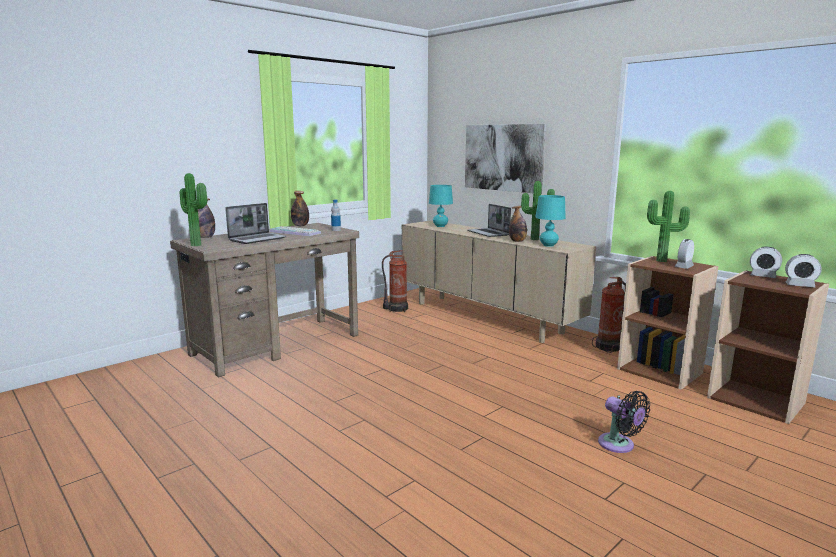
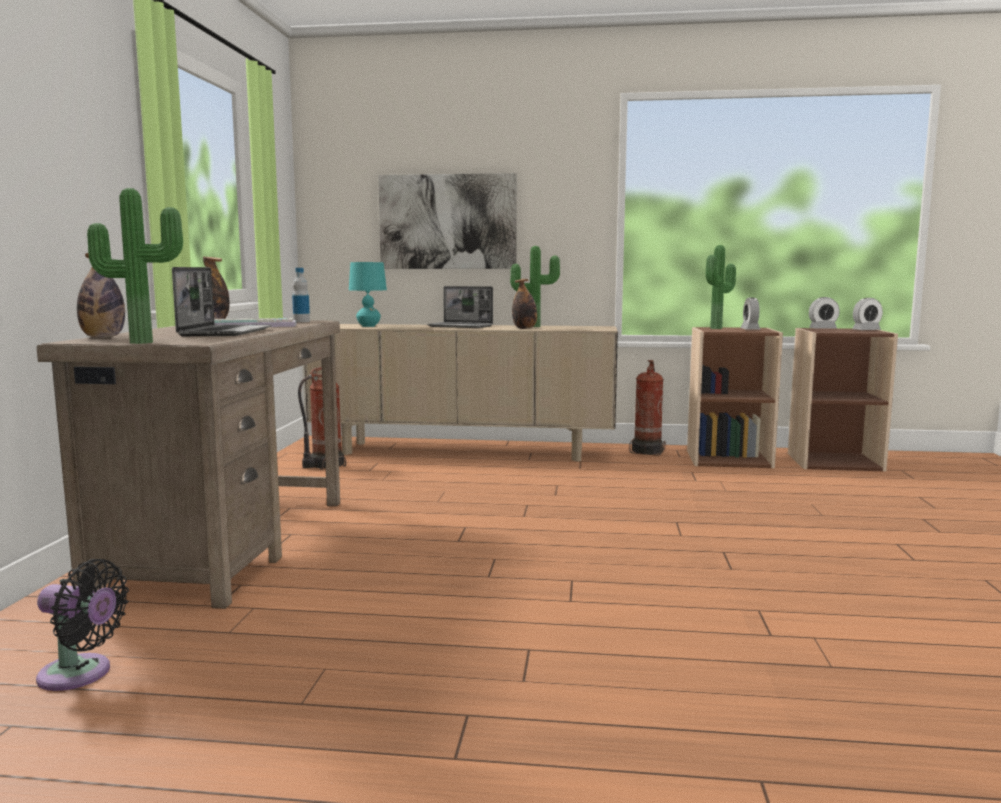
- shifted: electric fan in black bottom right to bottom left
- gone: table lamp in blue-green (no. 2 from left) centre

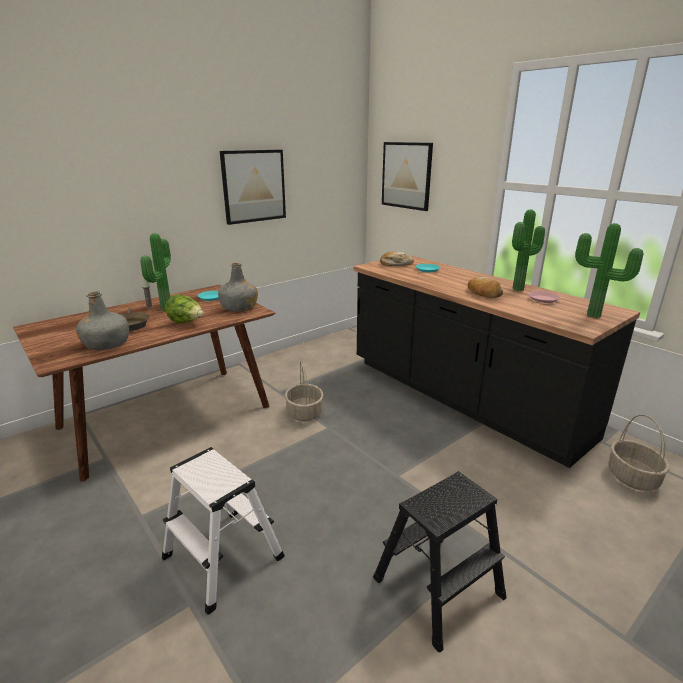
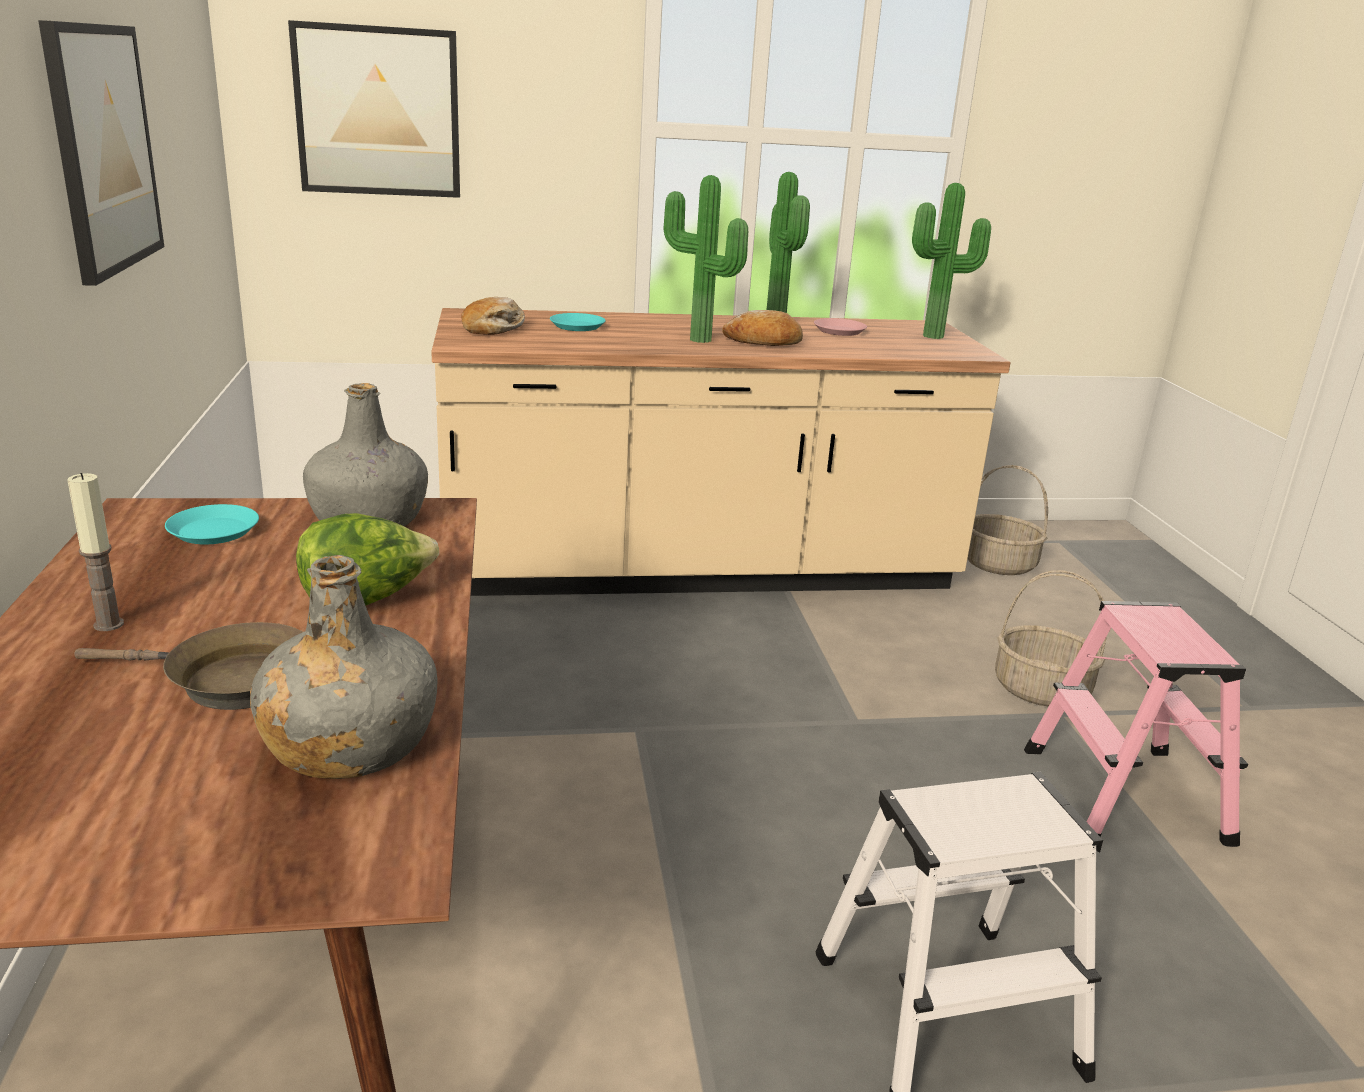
- repainted: kitchen base unit in black middle right to kitchen base unit in sand-coloured centre
- shifted: potted plant (no. 1 from left) middle left to top centre
- shifted: basket (no. 1 from left in the first image) centre to basket (no. 2 from left) middle right
- repainted: step ladder in black bottom centre to step ladder in pink-coloured middle right

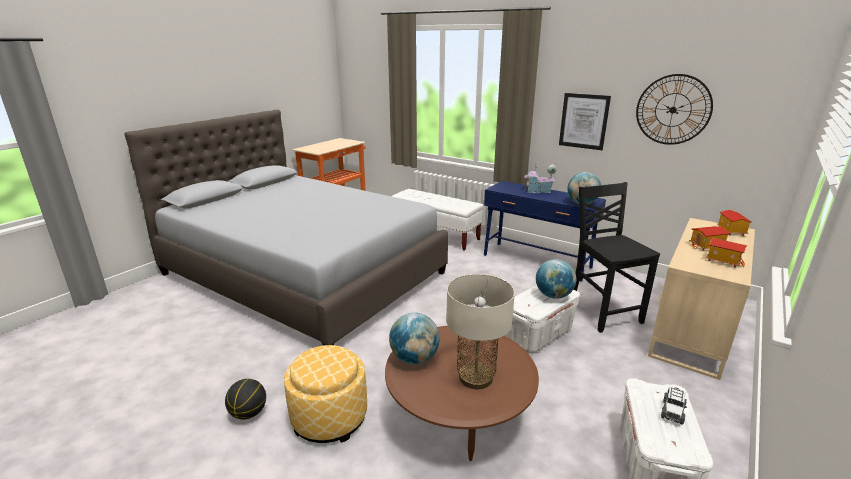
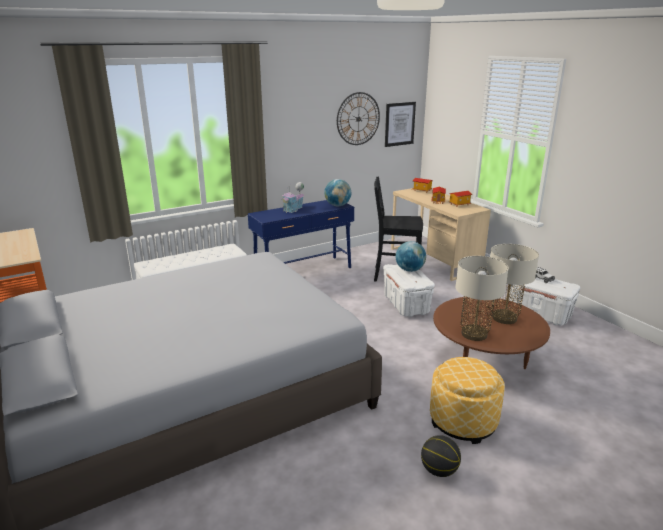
- shifted: wall picture top right to top centre
- swapped: world globe (no. 1 from left) bottom centre to table lamp (no. 1 from left) middle right

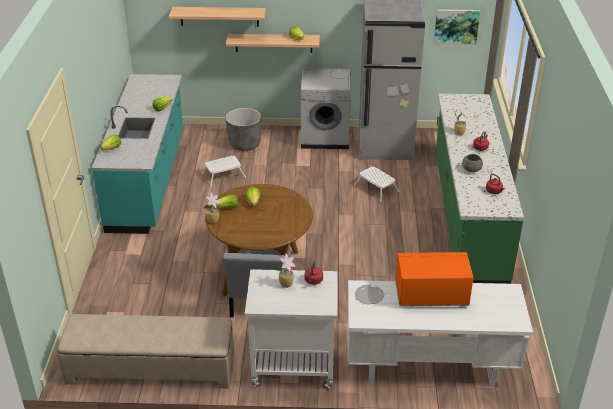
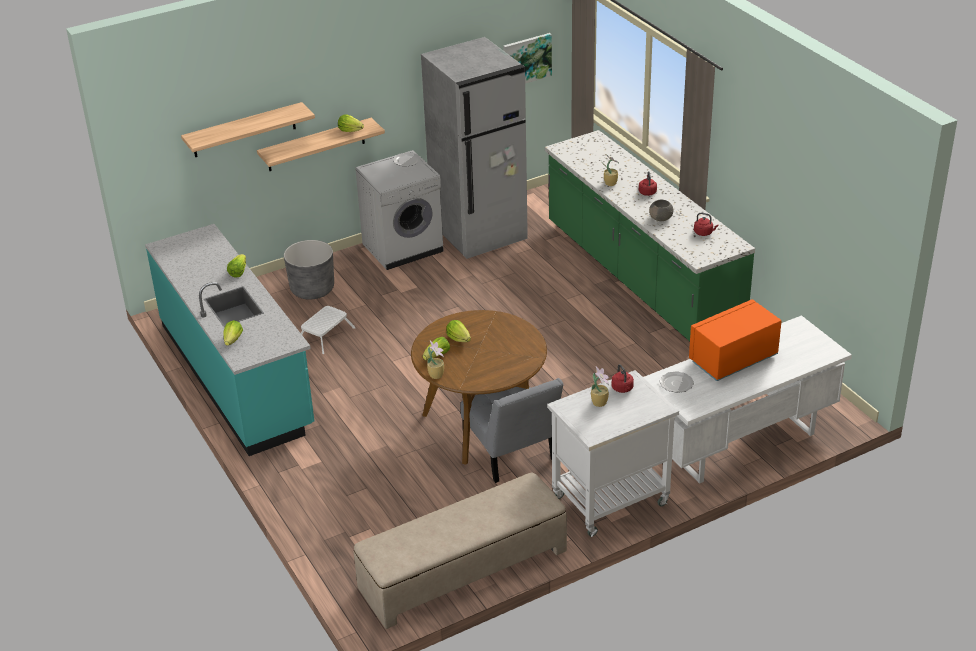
- gone: step ladder in white-coloured (no. 2 from left) centre

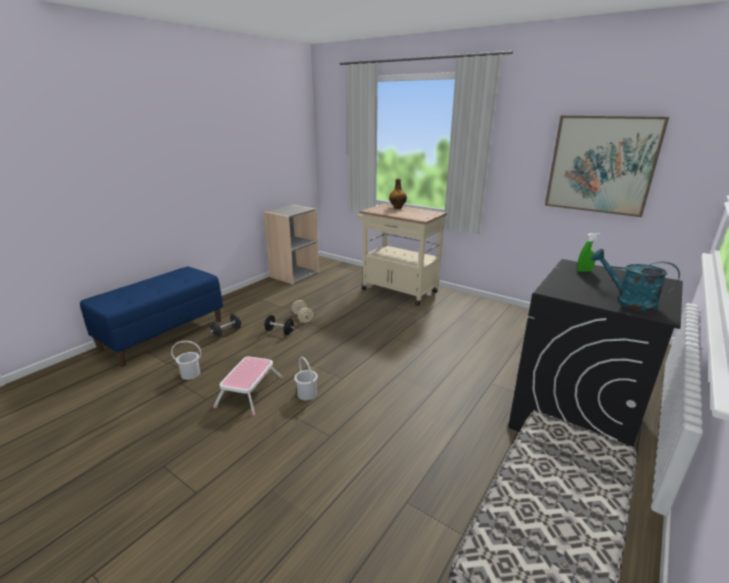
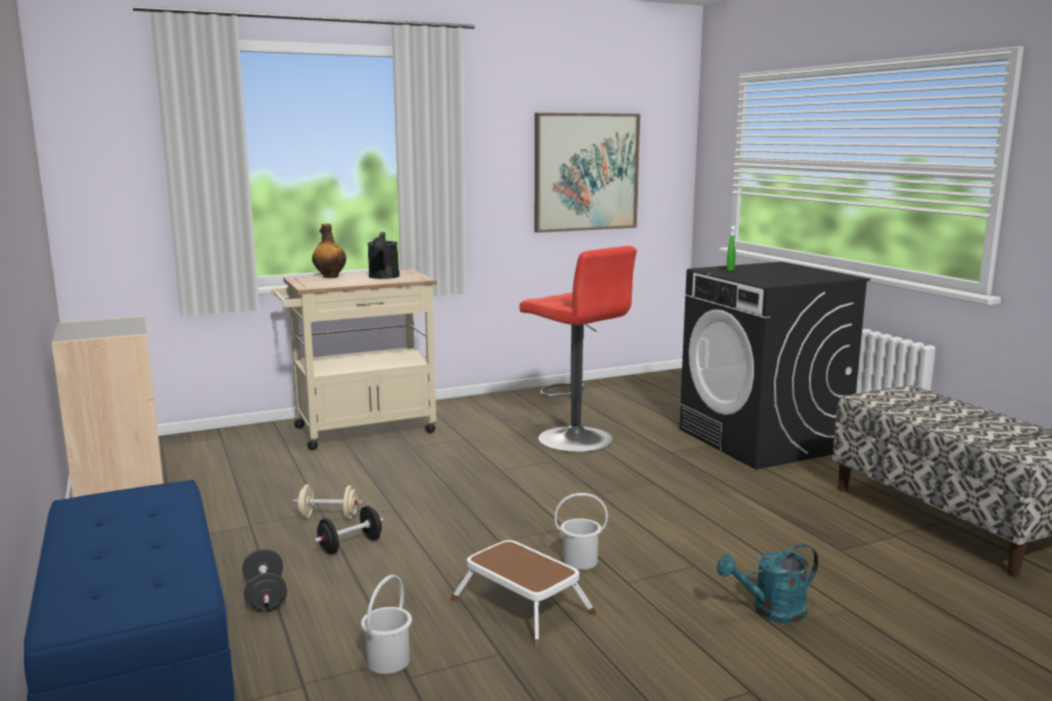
- new: watering can in black centre
- repainted: step ladder in pink-coloured centre to step ladder in brownish bottom centre
- new: sitting stool in red-coloured centre
- shifted: watering can in blue-green middle right to bottom right

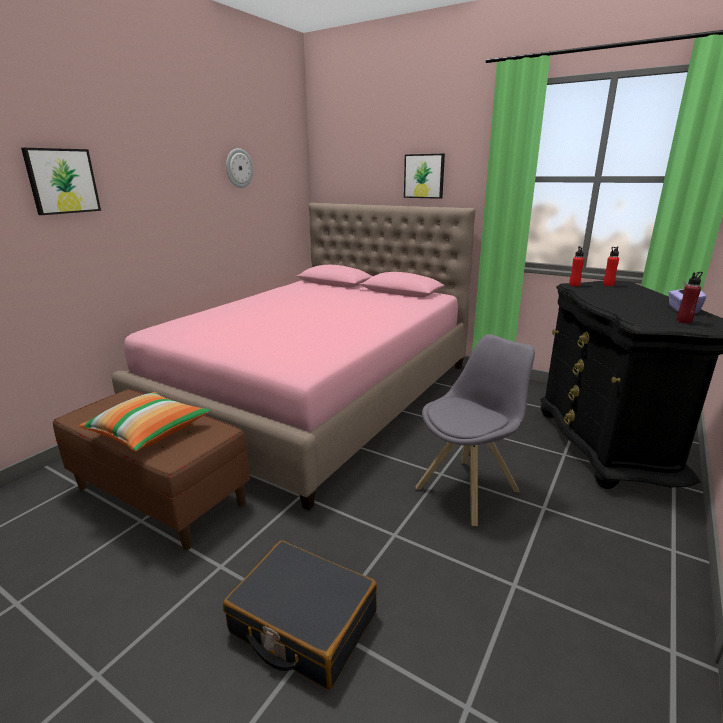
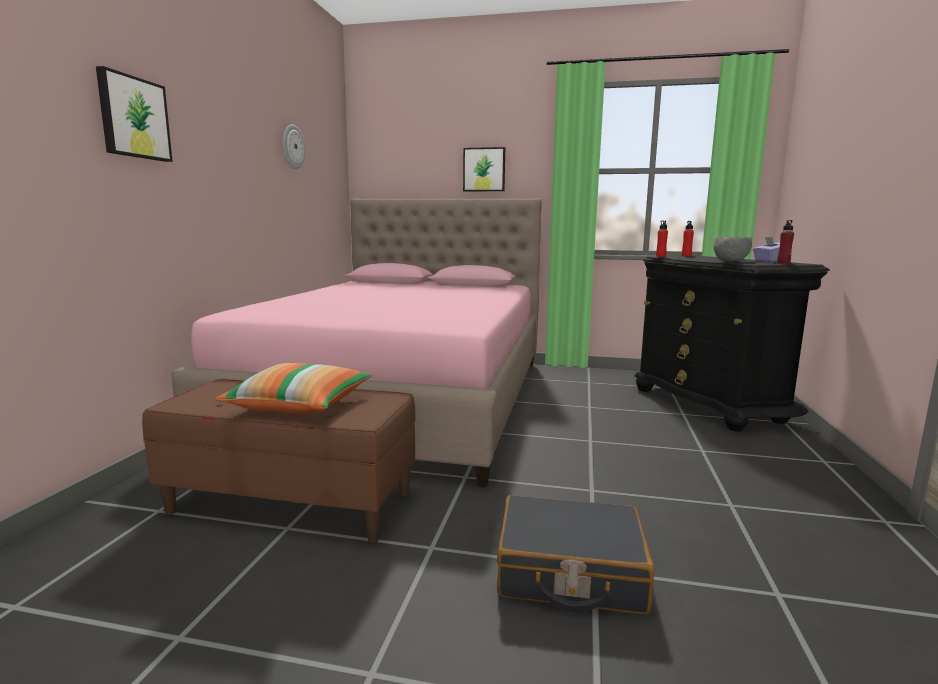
- new: deep dish in greyish middle right
- gone: upright chair in greyish centre

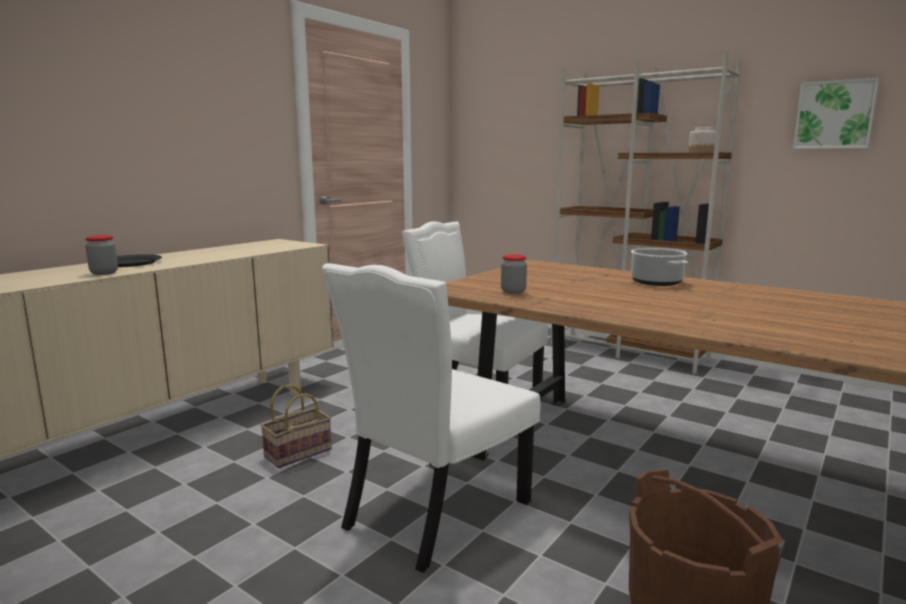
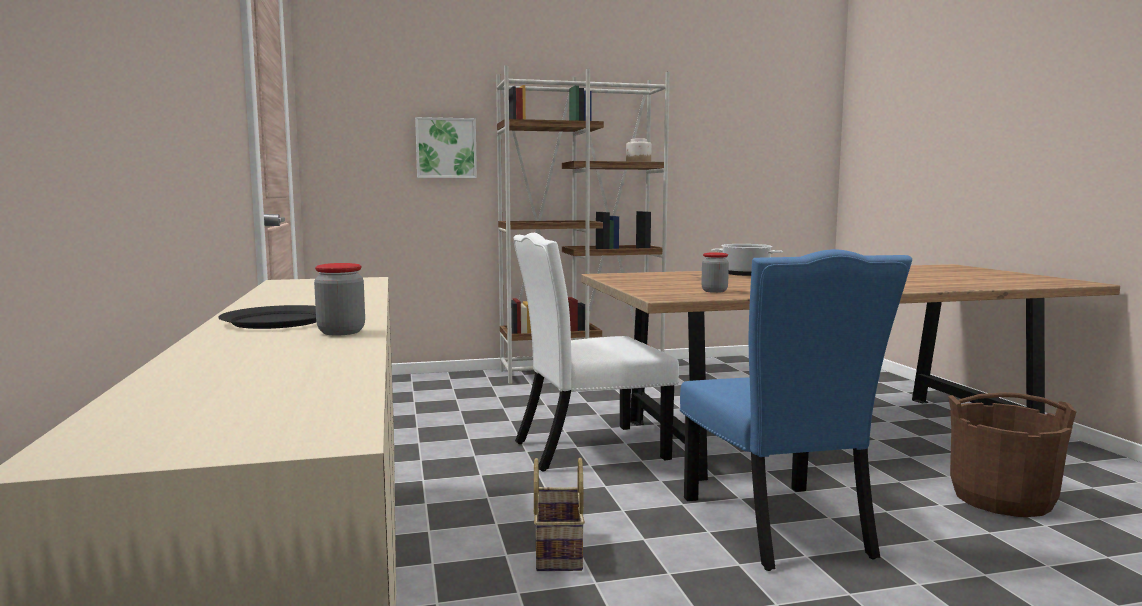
- shifted: wall picture top right to top centre
- repainted: upright chair in white-coloured (no. 1 from left) bottom centre to upright chair in bluish bottom right

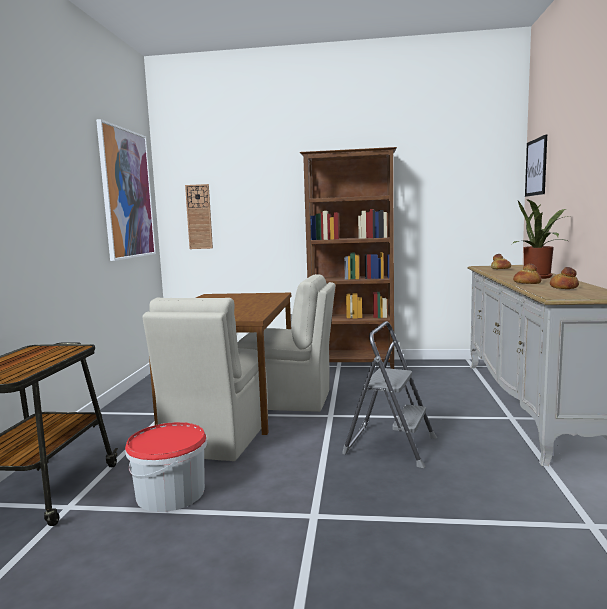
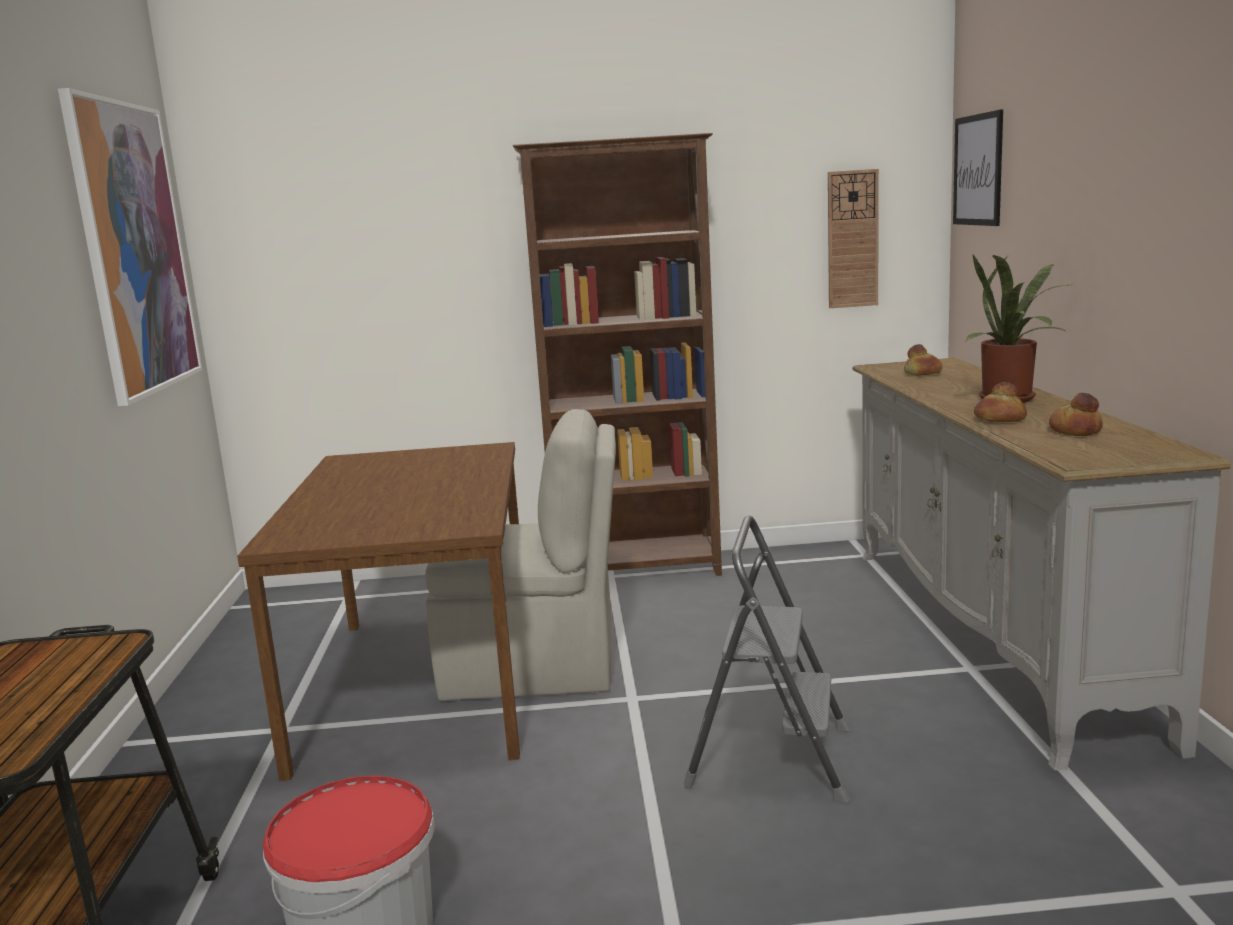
- shifted: clock on the wall middle left to top right
- gone: upright chair in sand-coloured (no. 1 from left) centre

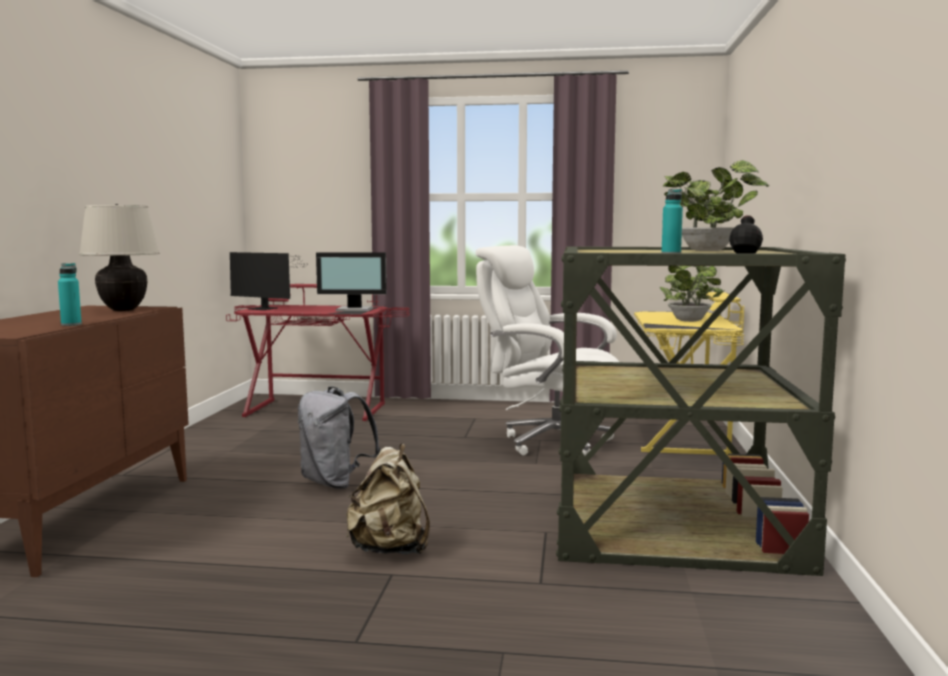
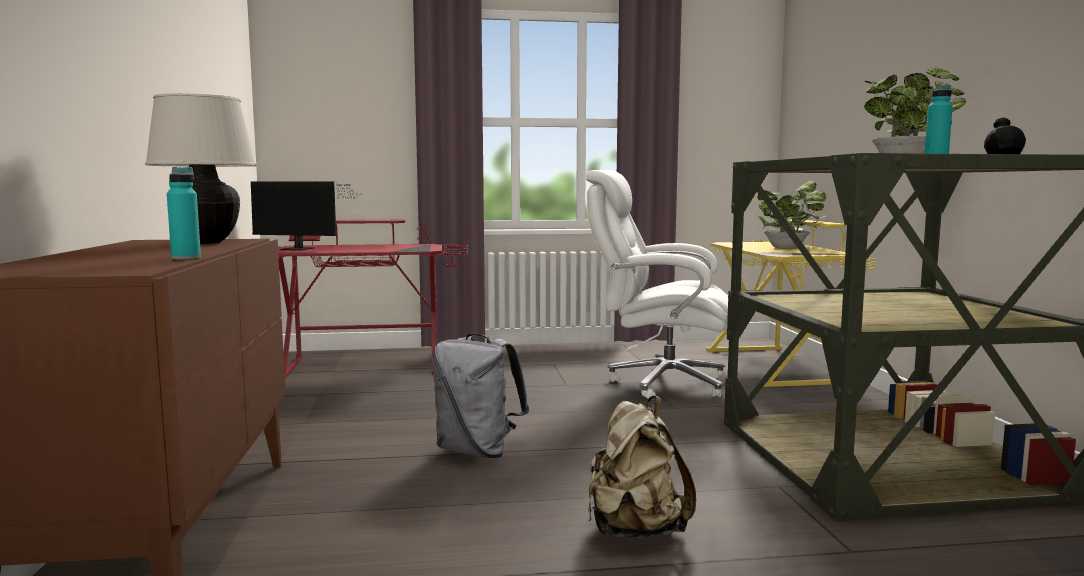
- gone: computer display (no. 2 from left) centre

